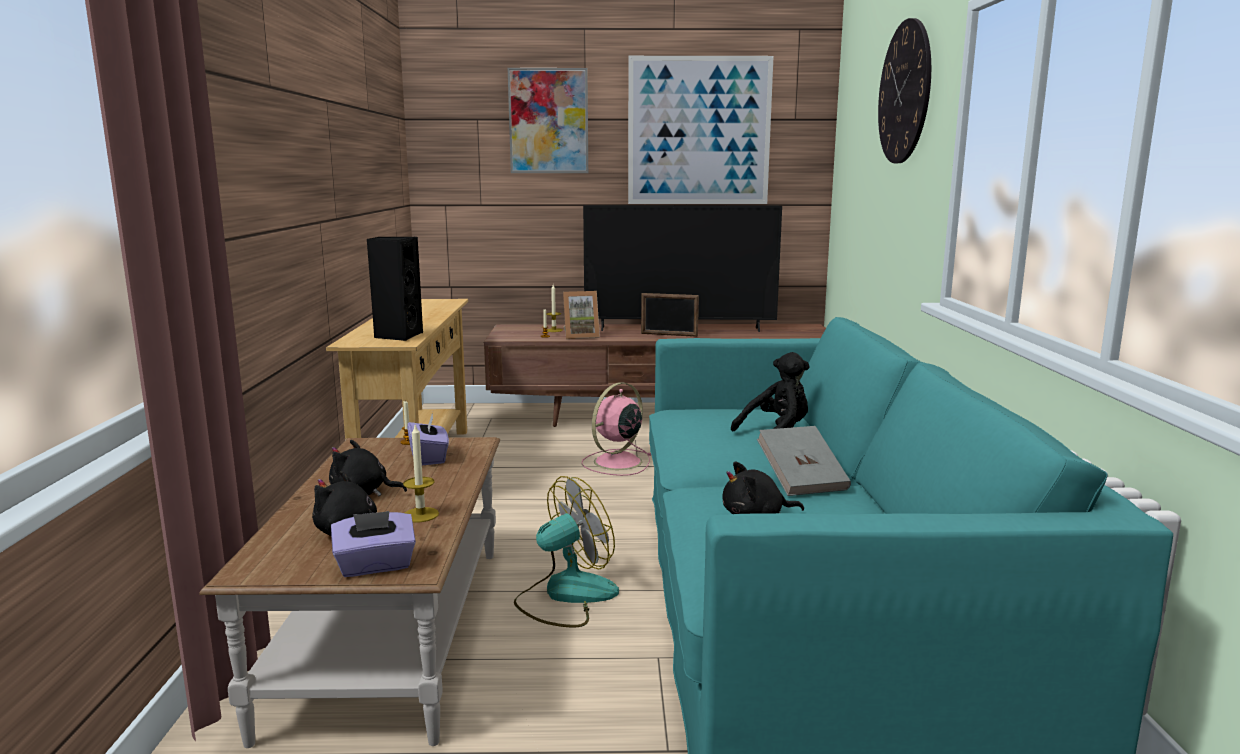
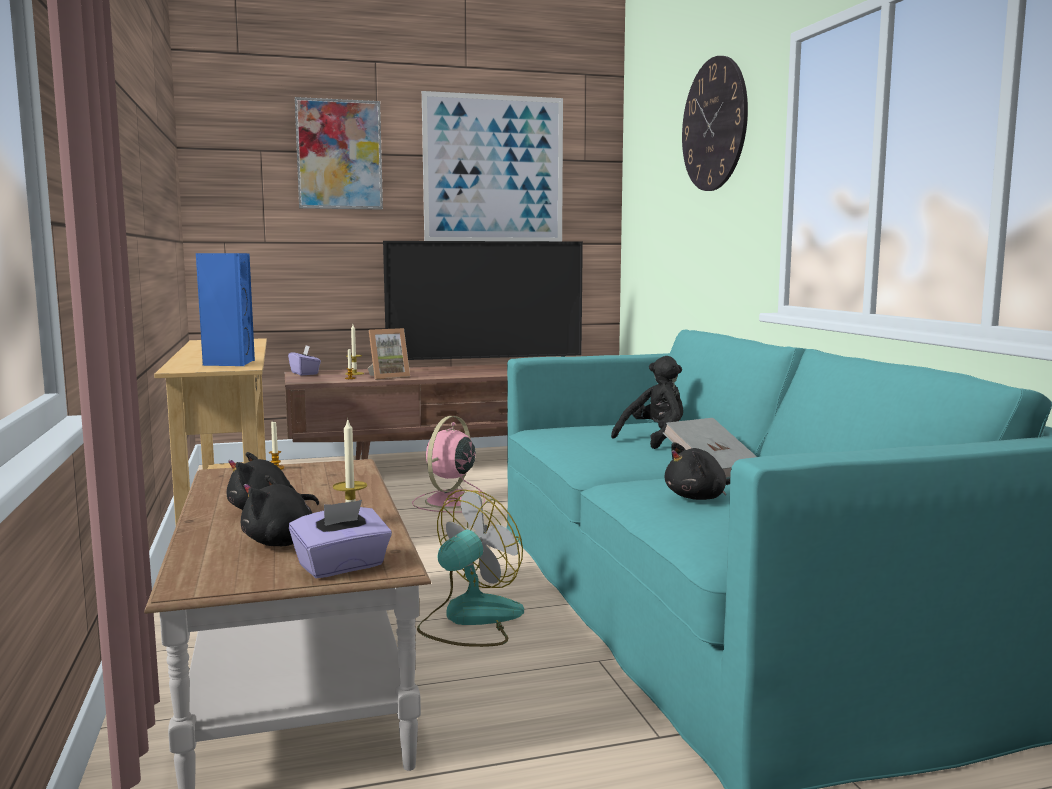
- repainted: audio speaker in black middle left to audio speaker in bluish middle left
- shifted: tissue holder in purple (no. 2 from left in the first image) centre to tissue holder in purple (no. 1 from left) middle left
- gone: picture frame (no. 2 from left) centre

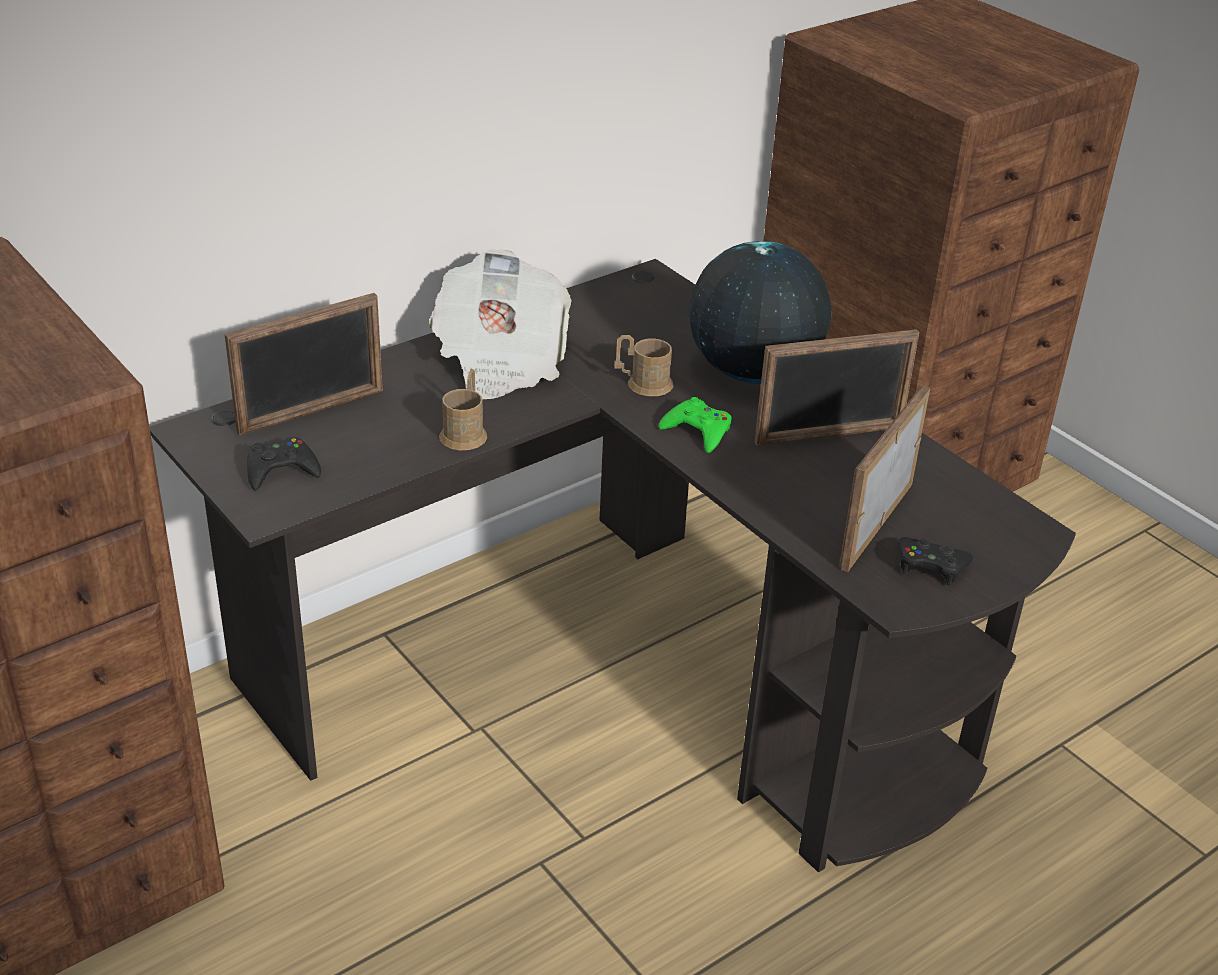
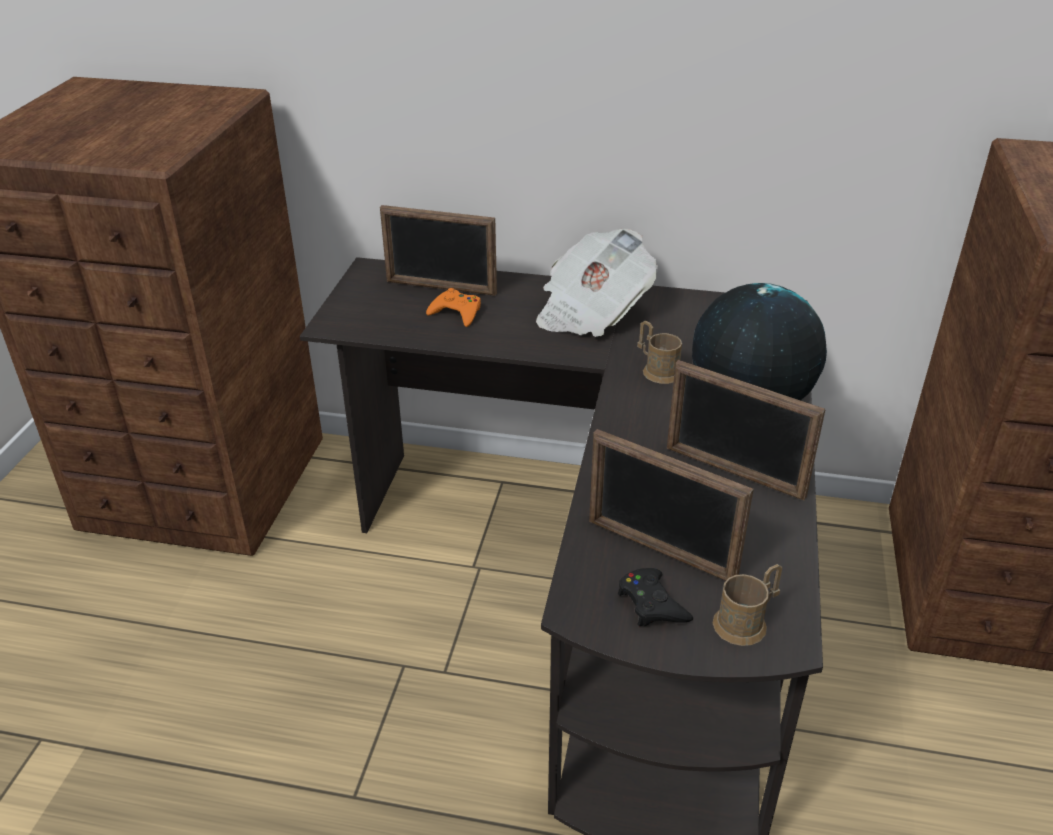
- new: gamepad in orange-coloured centre
- rotated: picture frame (no. 3 from left in the first image) middle right = centre 135 degrees counterclockwise
- shifted: mug in brownish (no. 1 from left in the first image) centre to mug in brownish (no. 2 from left) bottom right
- gone: gamepad in black (no. 1 from left) middle left
- gone: gamepad in green centre

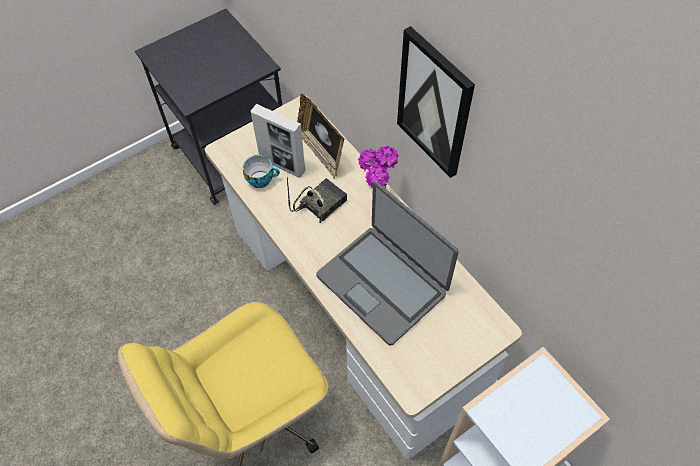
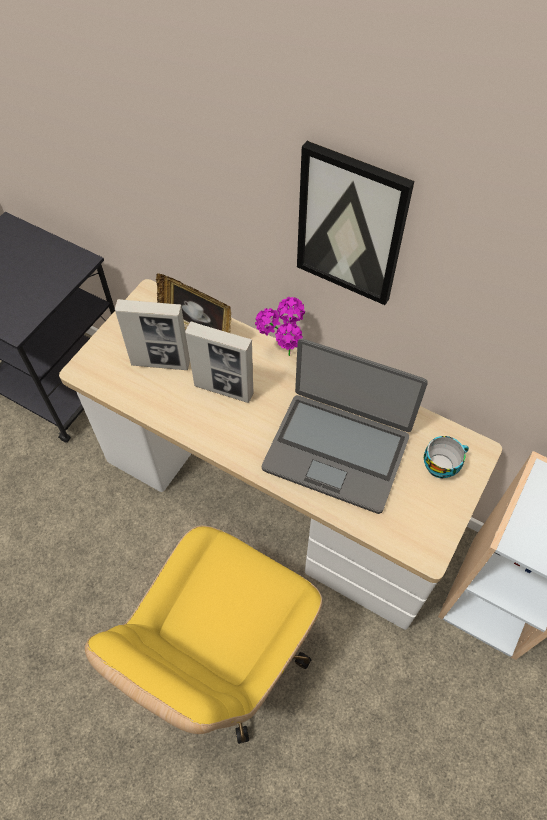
- swapped: radio receiver centre to picture frame (no. 3 from left) centre
- shifted: cup centre to middle right

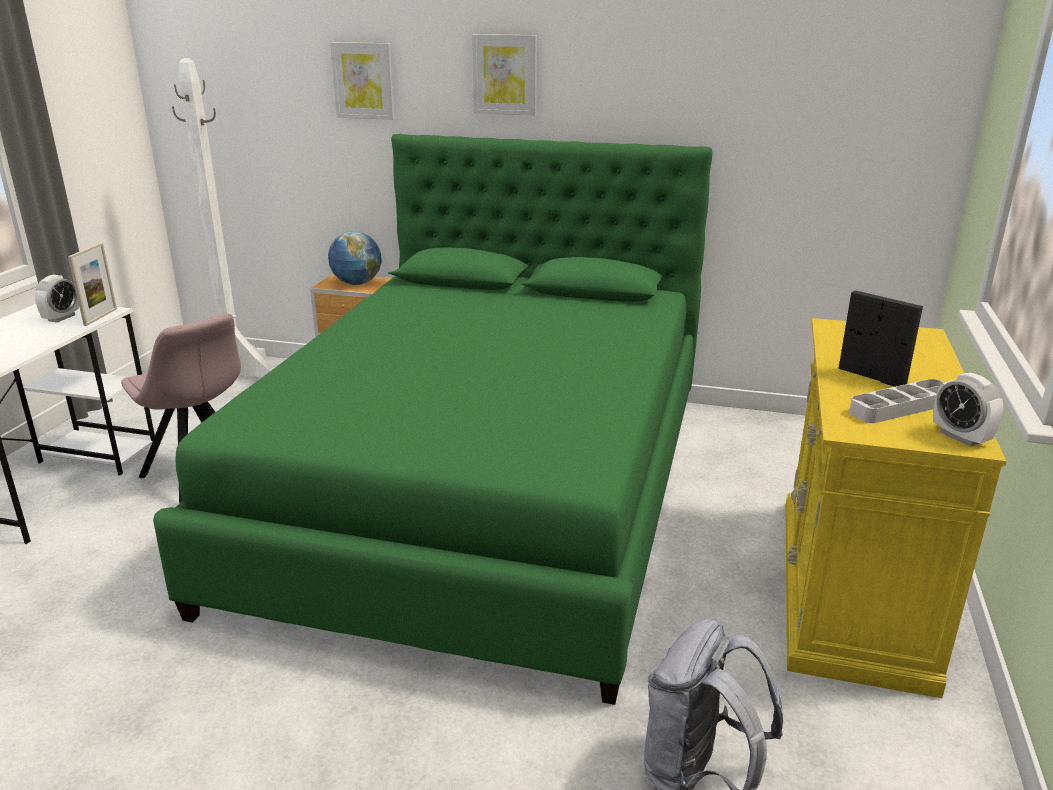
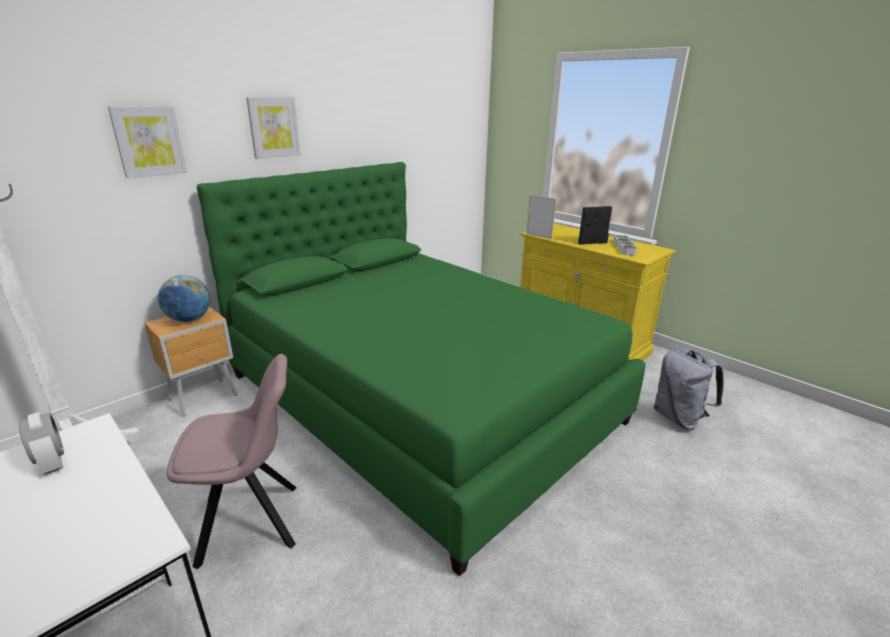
- shifted: picture frame (no. 1 from left) middle left to centre
- gone: bedside clock (no. 2 from left) middle right

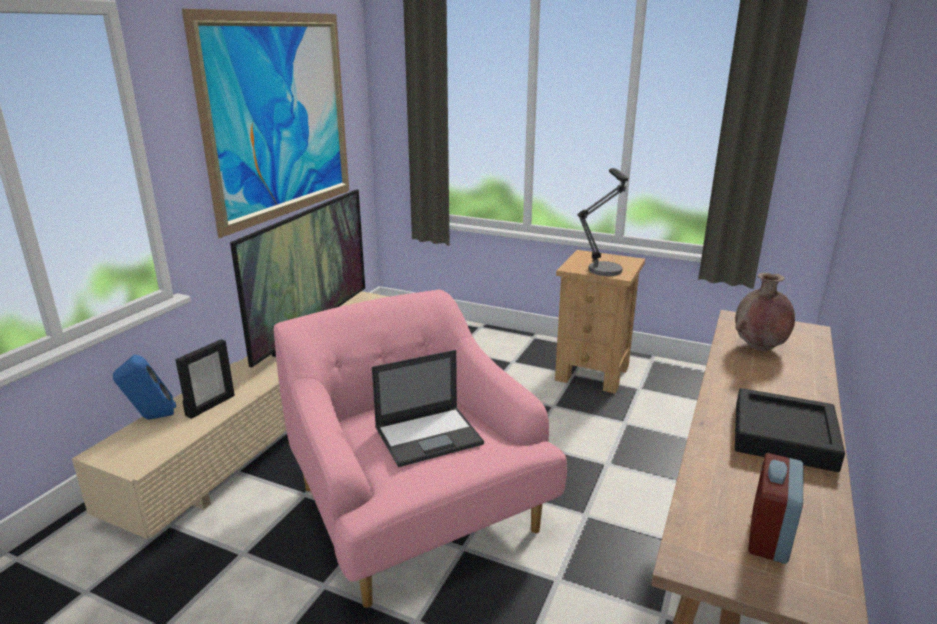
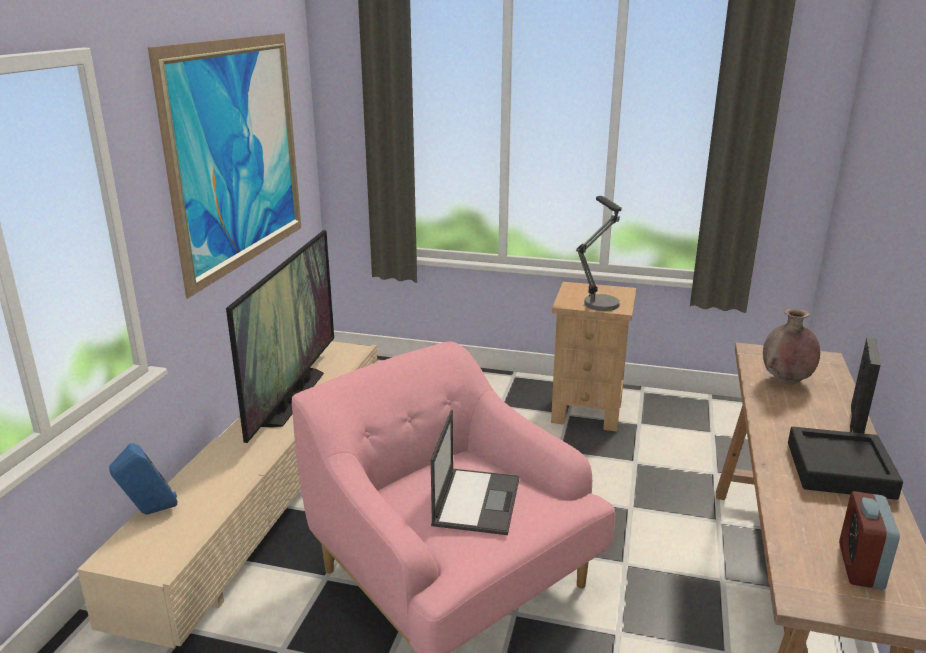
- rotated: portable computer centre = bottom centre 45 degrees counterclockwise
- shifted: picture frame middle left to middle right

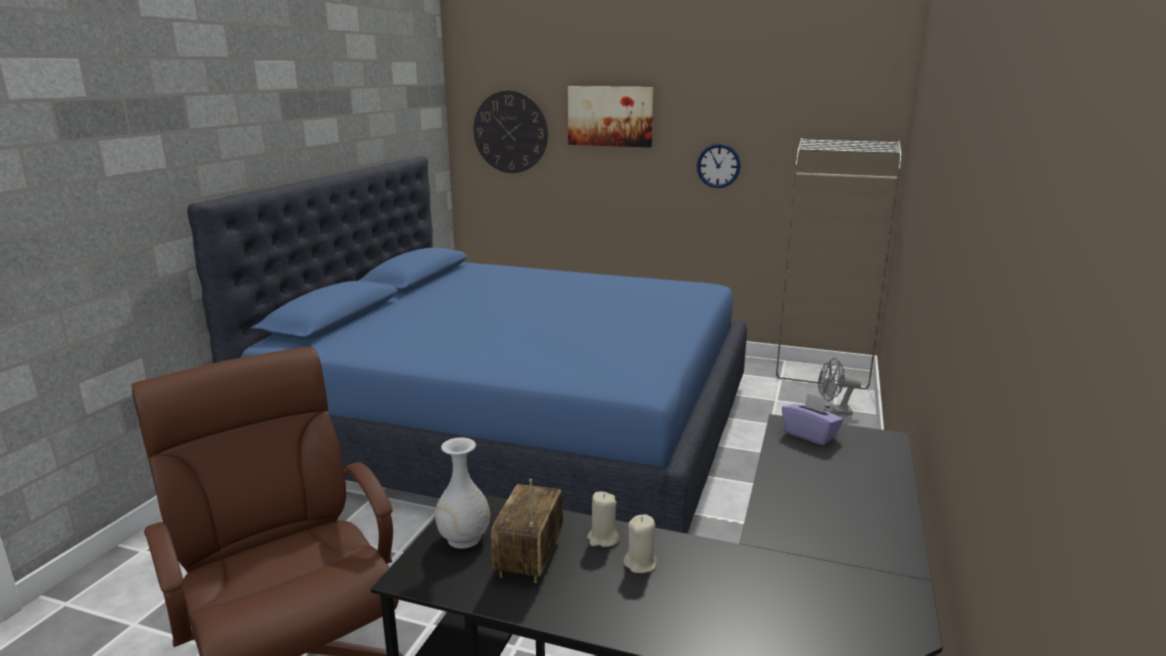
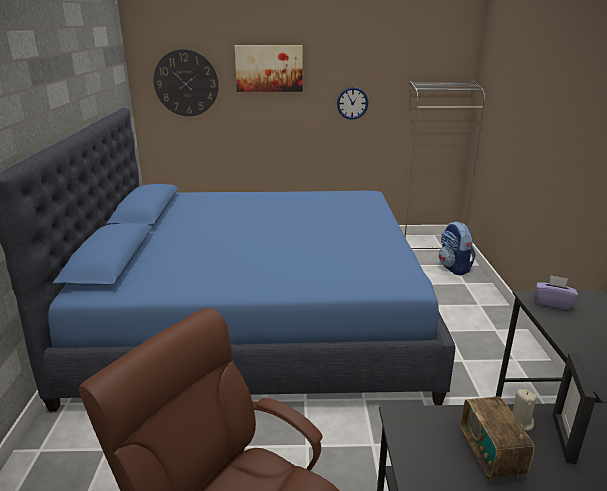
- swapped: electric fan in greyish middle right to rucksack middle right
- swapped: candle in sand-coloured (no. 2 from left) bottom centre to picture frame bottom right
- gone: vase in white-coloured bottom centre

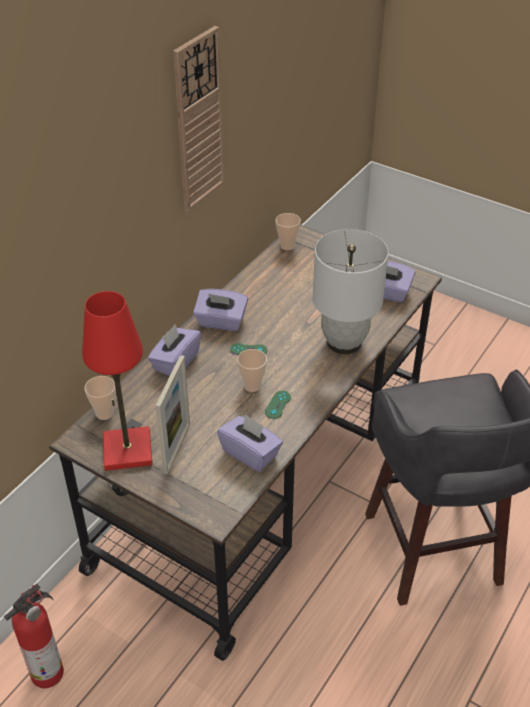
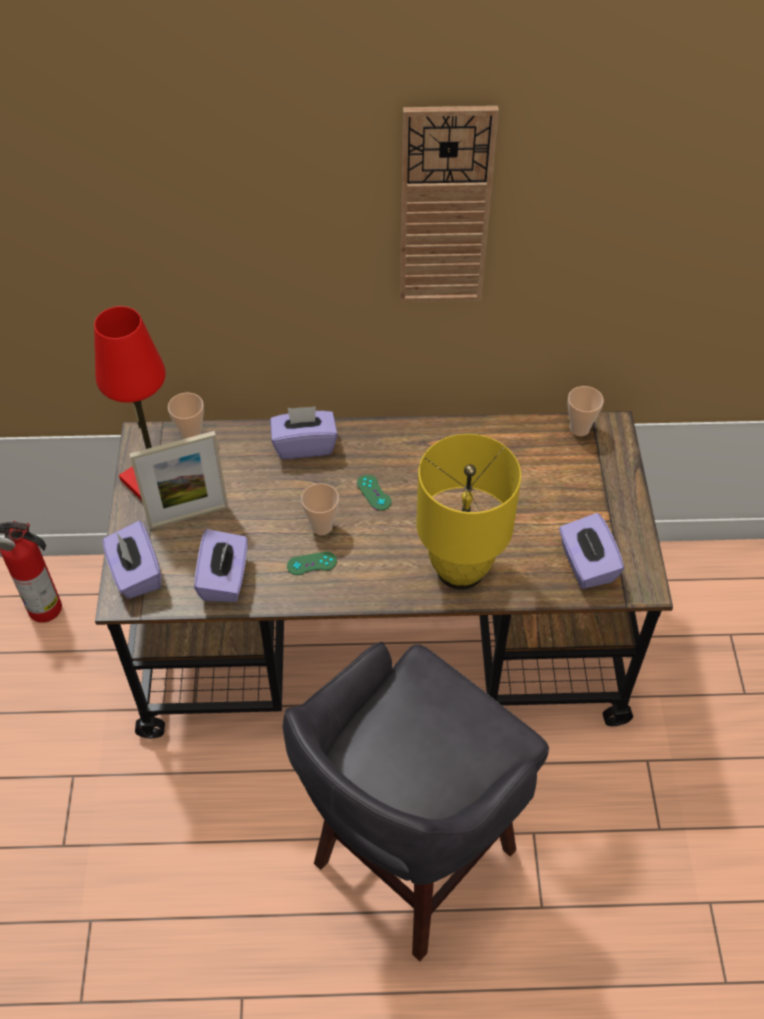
- shifted: tissue holder in purple (no. 2 from left in the first image) centre to tissue holder in purple (no. 1 from left) middle left
- repainted: table lamp in white-coloured centre to table lamp in yellow centre

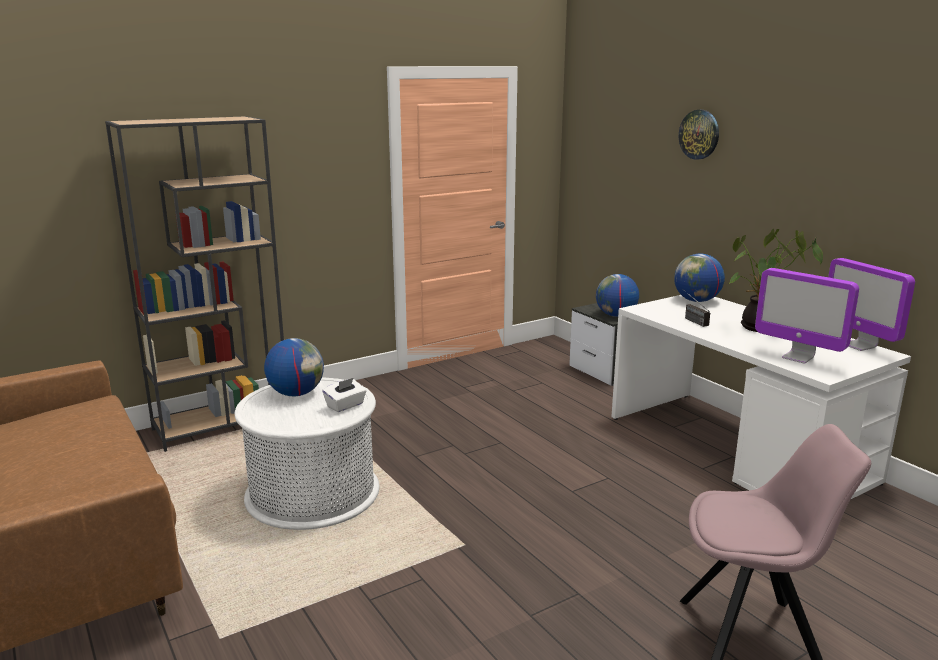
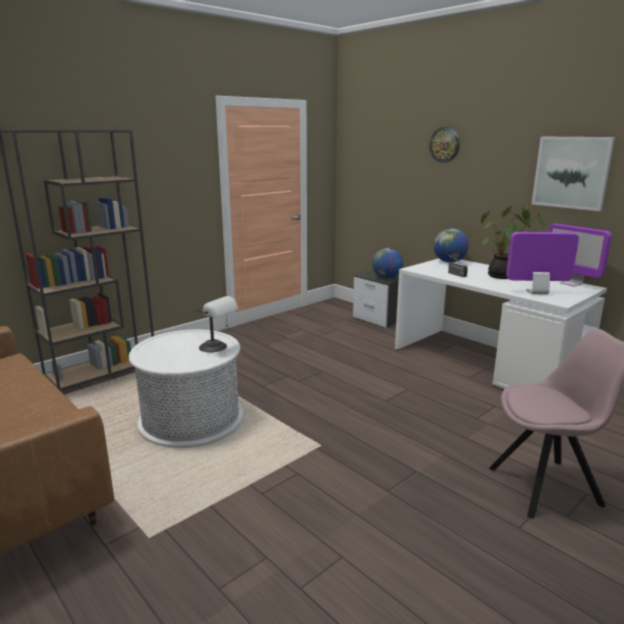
- swapped: tissue holder in white-coloured centre to table lamp centre
- rotated: computer display (no. 1 from left) middle right = middle right 150 degrees clockwise
- new: wall picture top right
- gone: world globe (no. 1 from left) middle left

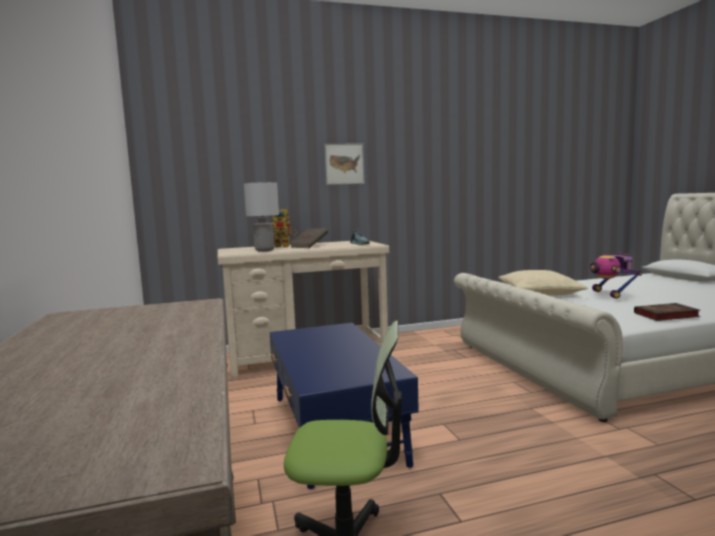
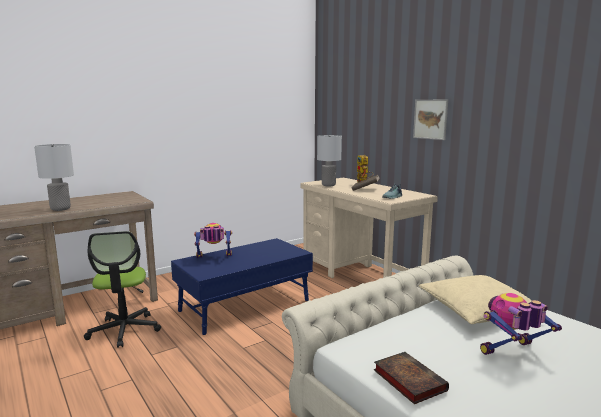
- new: table lamp in greyish (no. 1 from left) middle left
- new: model robot (no. 1 from left) centre

